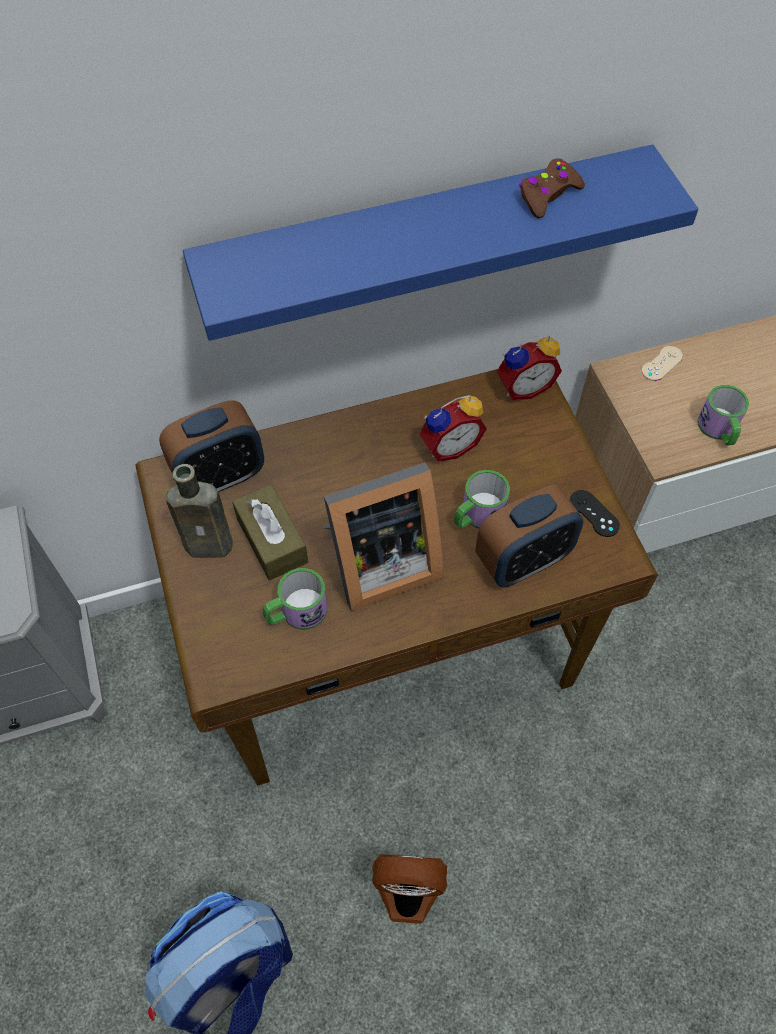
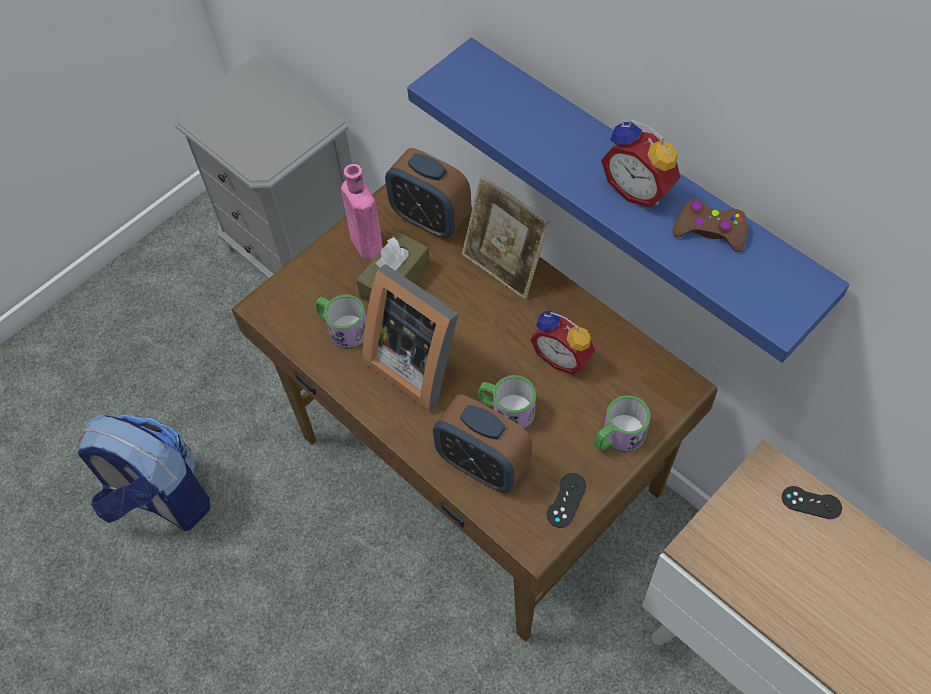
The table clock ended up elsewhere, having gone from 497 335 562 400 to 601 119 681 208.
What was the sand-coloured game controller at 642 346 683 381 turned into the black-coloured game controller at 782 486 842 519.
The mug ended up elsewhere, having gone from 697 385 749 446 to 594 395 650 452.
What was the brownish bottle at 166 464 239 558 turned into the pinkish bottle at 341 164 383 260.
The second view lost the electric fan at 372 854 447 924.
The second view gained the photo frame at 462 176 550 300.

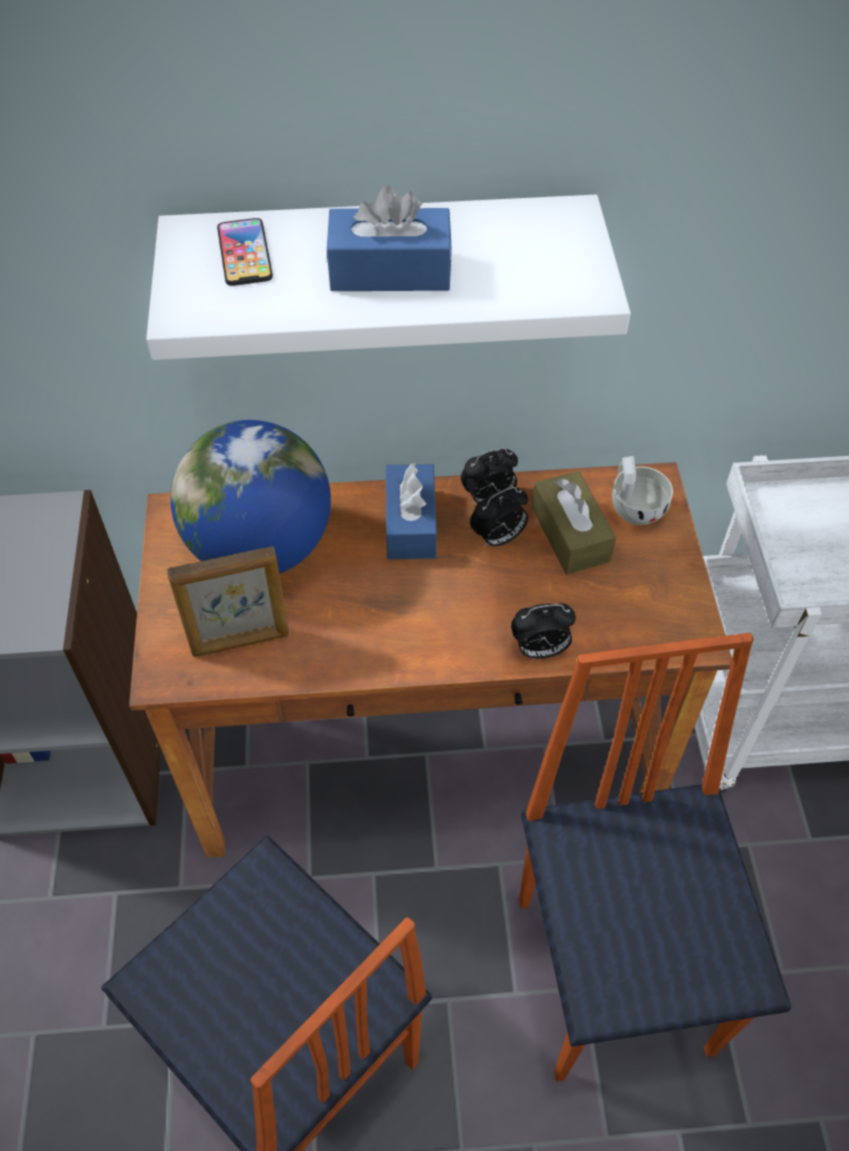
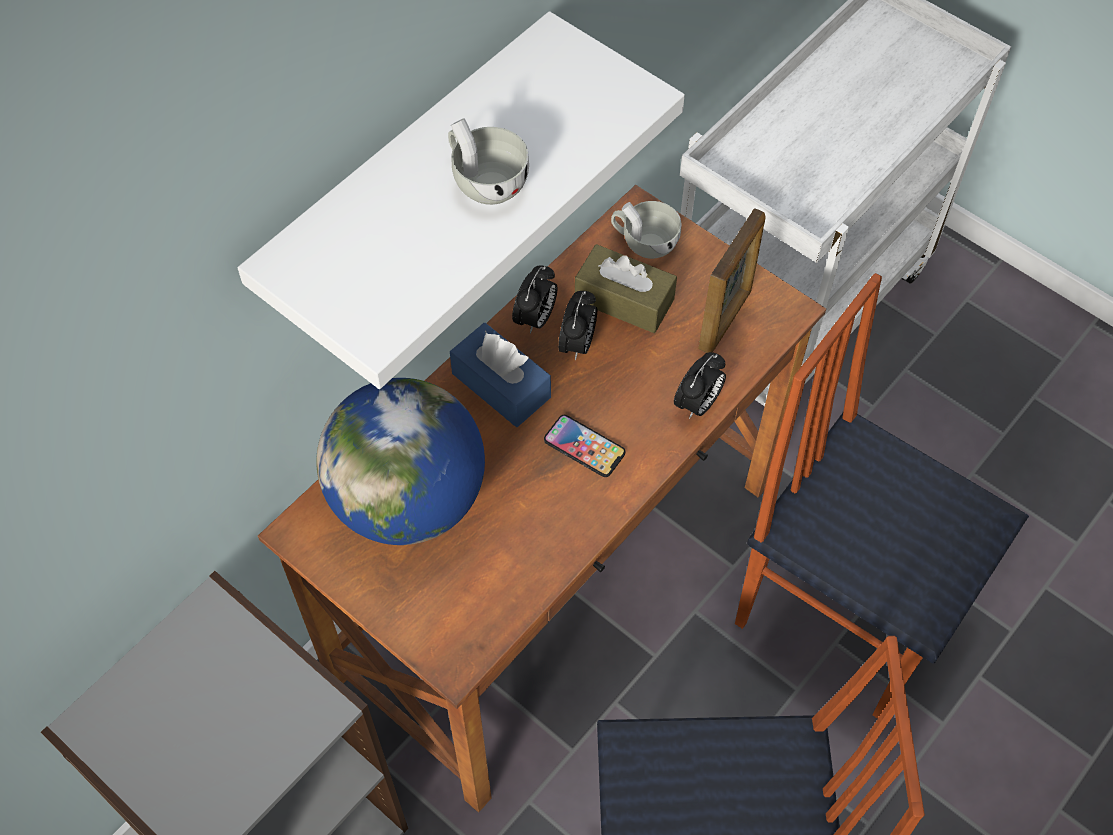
Where the bluish box of tissues stood at 327 185 452 291, the white cup came to stand at 448 118 529 205.
The telephone ended up elsewhere, having gone from 217 218 273 286 to 544 415 625 477.
The photo frame ended up elsewhere, having gone from 167 546 289 657 to 698 208 766 353.

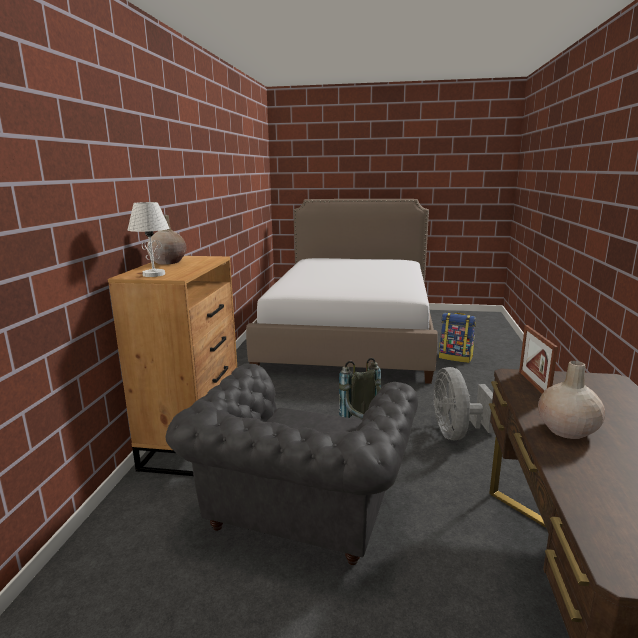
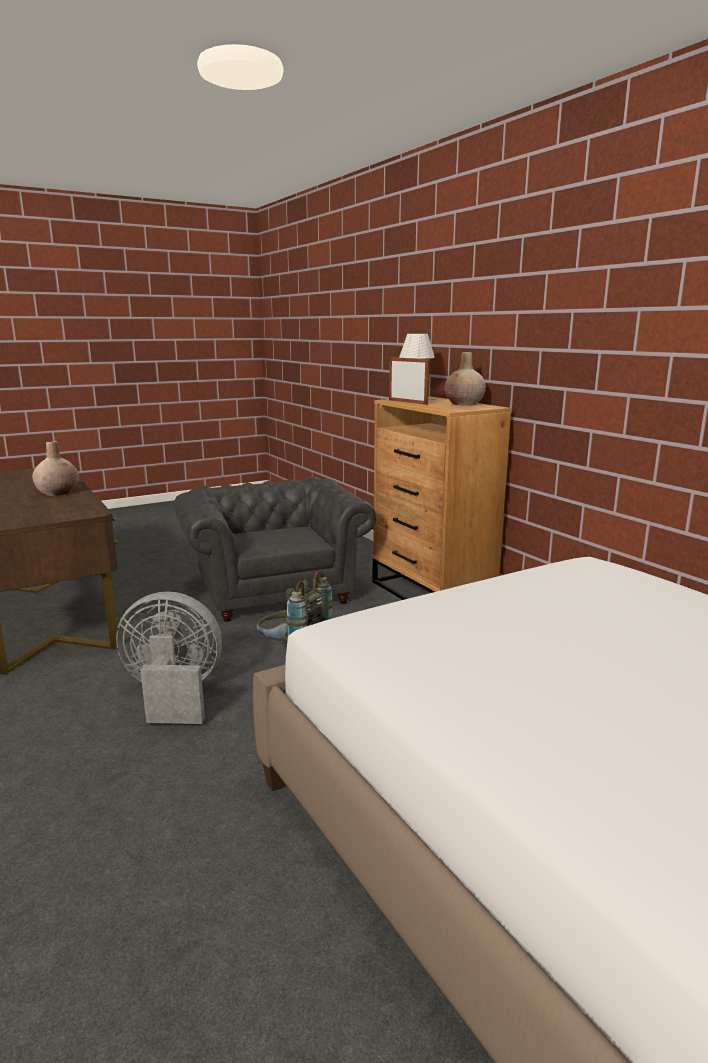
The second view lost the knapsack at 439 313 476 363.
The photo frame ended up elsewhere, having gone from 519 325 558 393 to 389 357 430 405.
The grey electric fan at 433 367 494 440 ended up facing another way, 45 degrees counterclockwise from before.

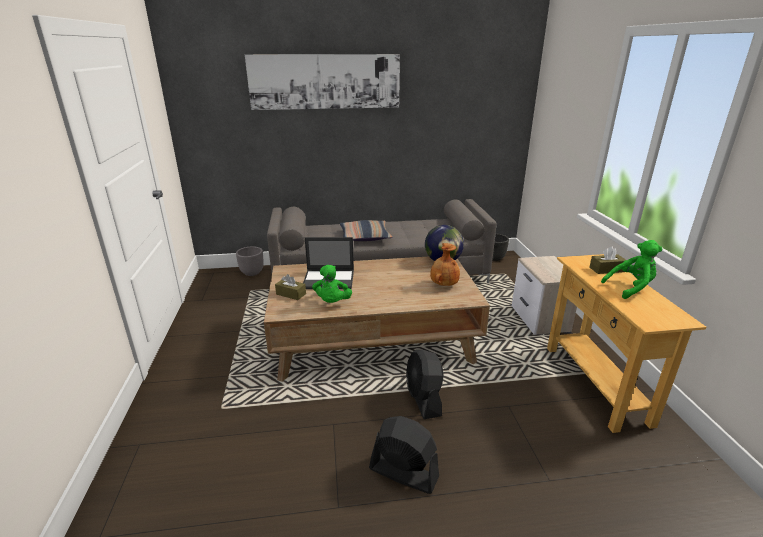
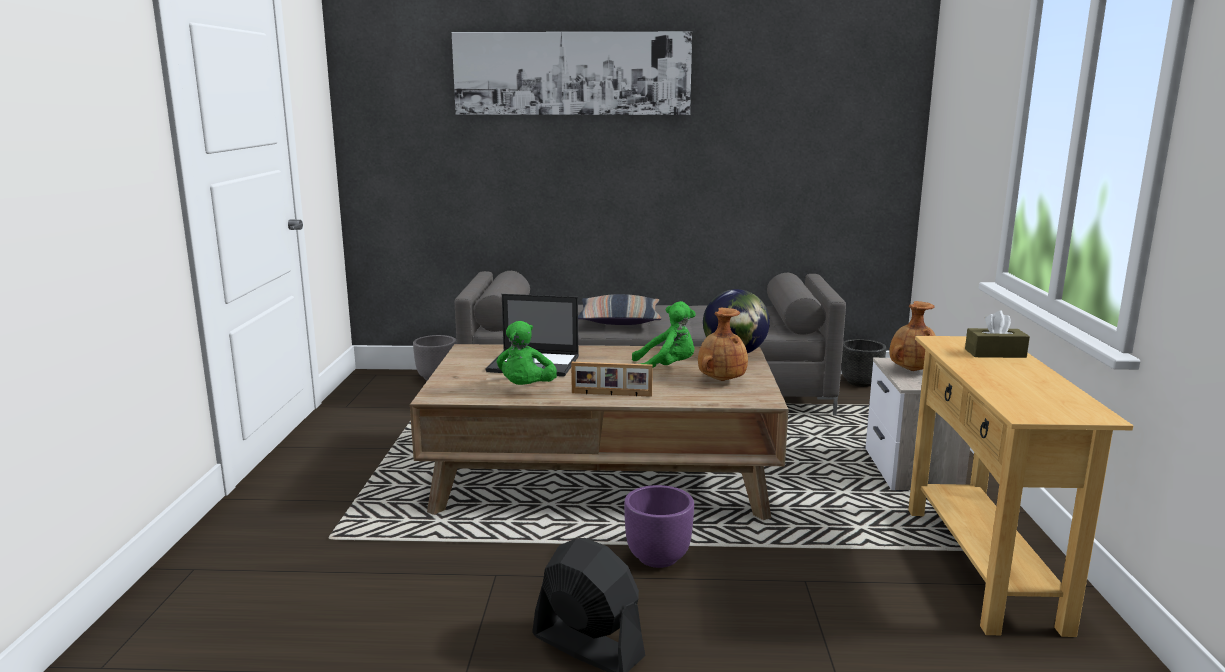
The green soft toy ended up elsewhere, having gone from 601 240 663 299 to 632 301 696 367.
The second view lost the brownish box of tissues at 275 274 306 300.
Where the black-coloured electric fan stood at 406 350 444 419, the purple-coloured plant pot came to stand at 624 485 694 568.
The second view gained the brownish vase at 889 301 936 371.
The second view gained the photo frame at 571 362 653 397.

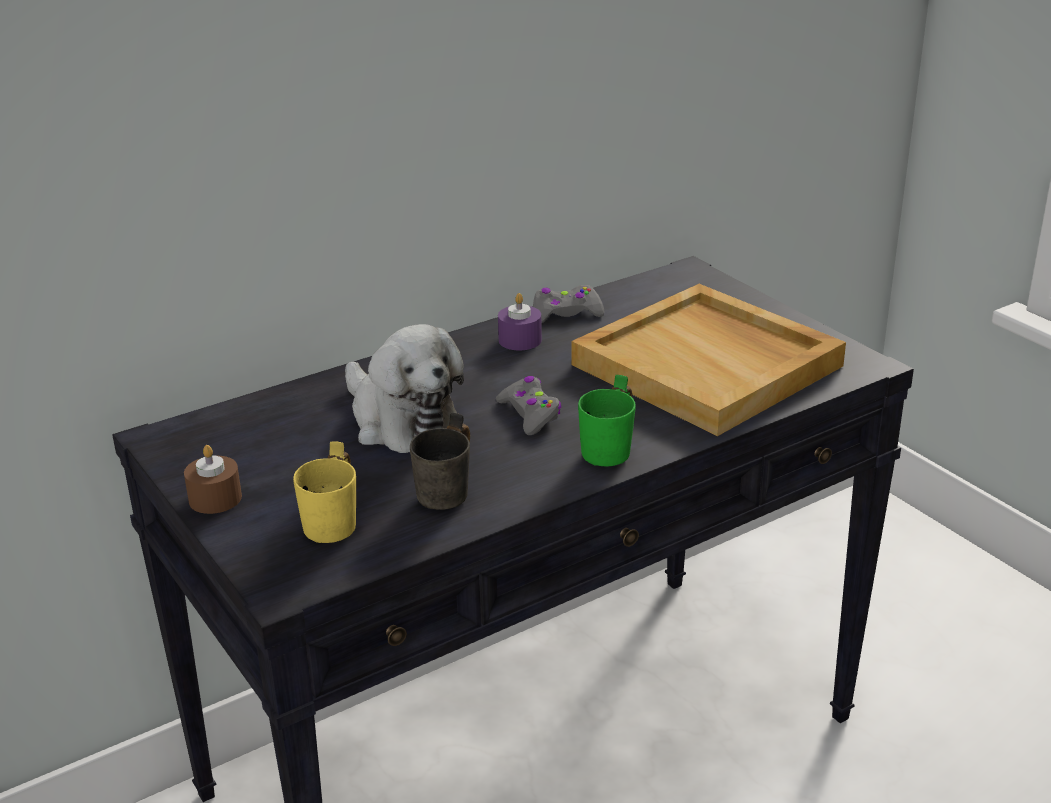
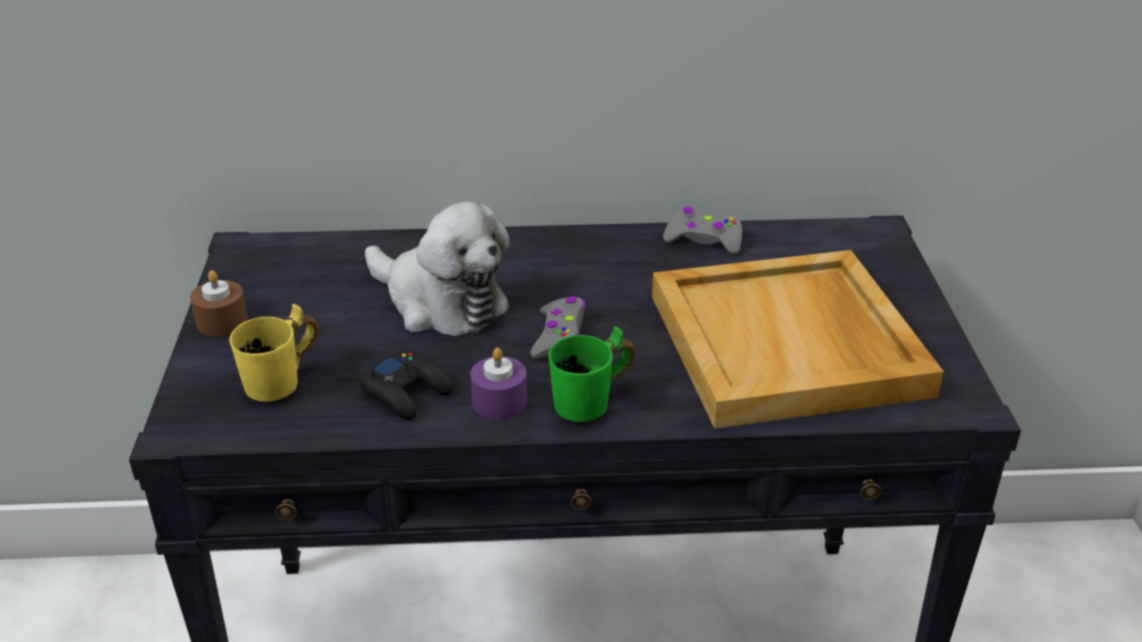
The purple-coloured wax candle ended up elsewhere, having gone from 498 293 542 350 to 470 348 527 419.
The soft toy at 345 324 464 453 ended up facing another way, 45 degrees counterclockwise from before.
Where the grey mug stood at 410 413 470 510, the black-coloured game controller came to stand at 360 351 453 420.

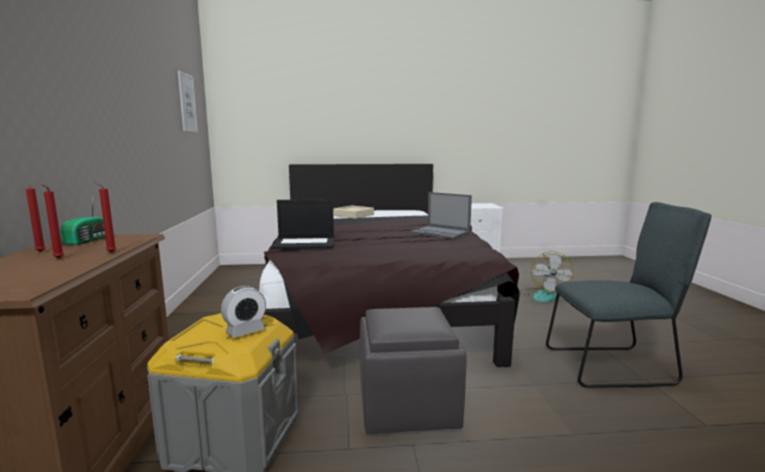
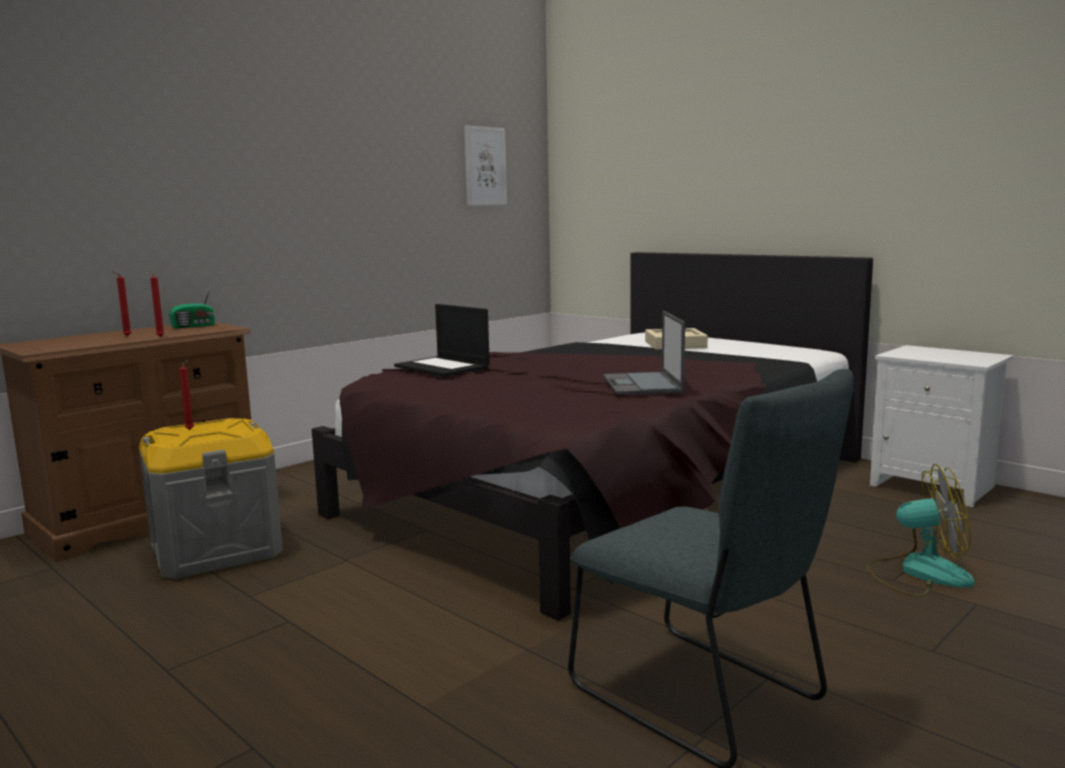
The red wax candle ended up elsewhere, having gone from 26 181 46 252 to 179 360 194 430.
The electric fan at 519 251 574 302 ended up facing another way, 135 degrees counterclockwise from before.
The second view lost the table clock at 221 286 266 338.
The second view lost the grey footrest at 360 307 467 434.

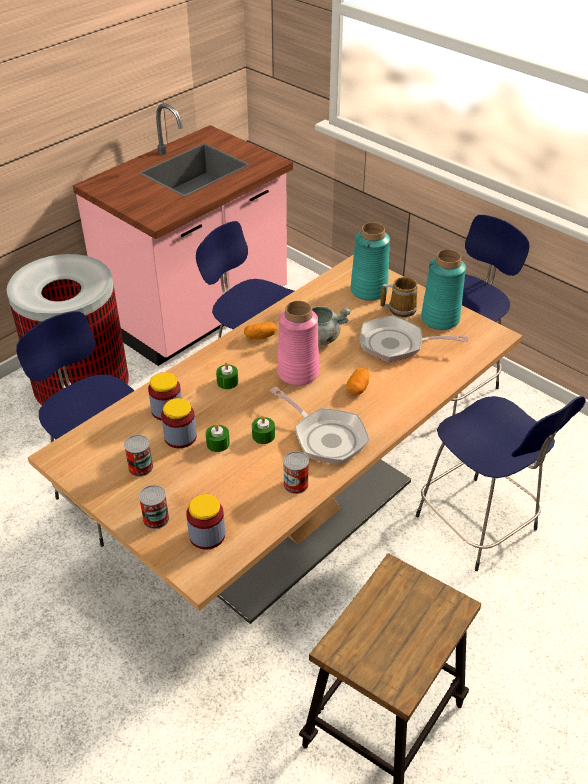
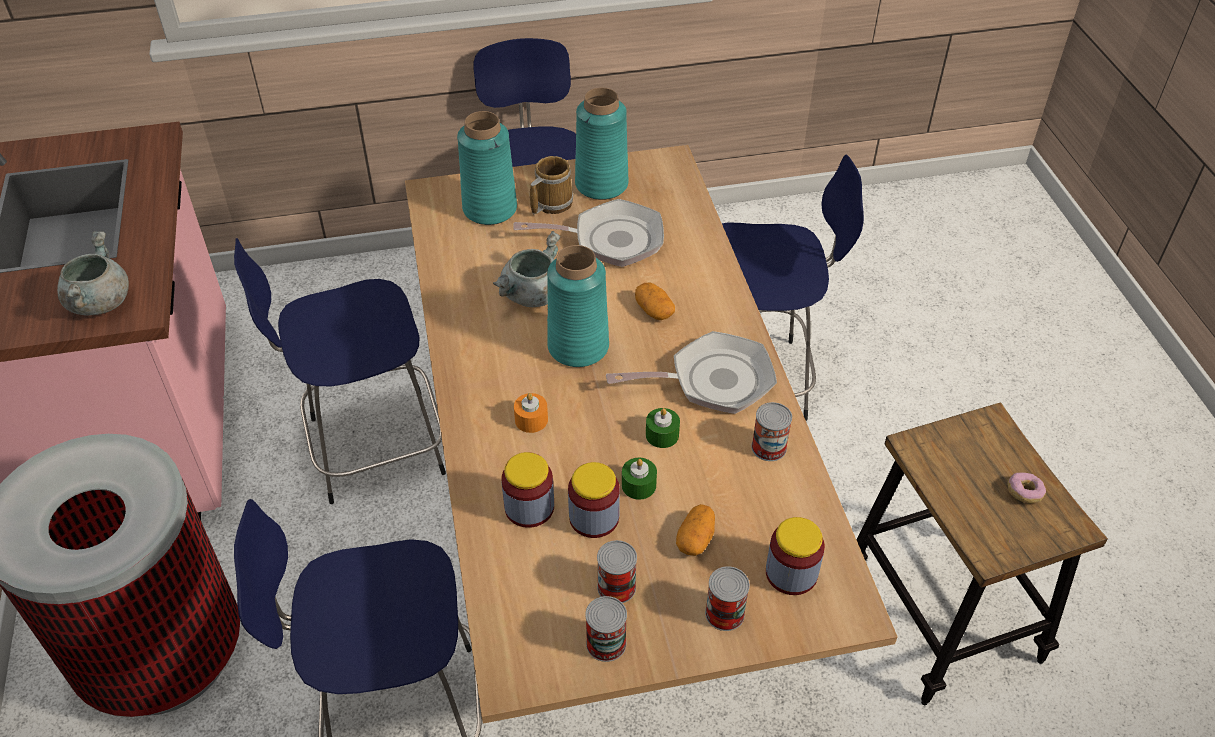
What was the pinkish vase at 277 301 319 386 turned into the blue-green vase at 547 245 609 367.
The skillet at 360 316 468 363 ended up facing another way, 135 degrees counterclockwise from before.
The spud ended up elsewhere, having gone from 244 322 277 339 to 676 504 715 556.
What was the green wax candle at 216 362 238 389 turned into the orange-coloured wax candle at 514 393 548 433.
The second view gained the grey stockpot at 57 231 129 316.
The second view gained the donut at 1008 472 1046 504.
The second view gained the sealed can at 585 596 627 662.

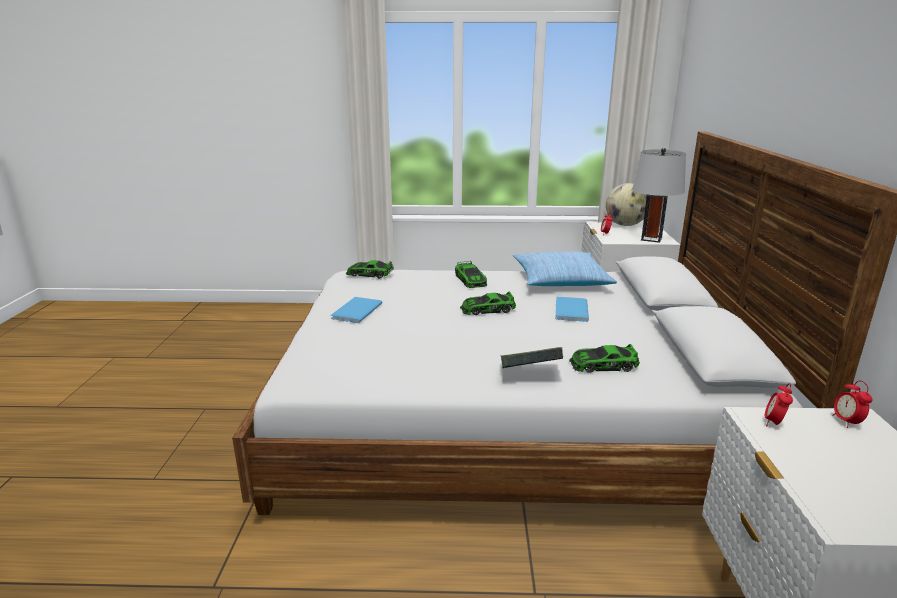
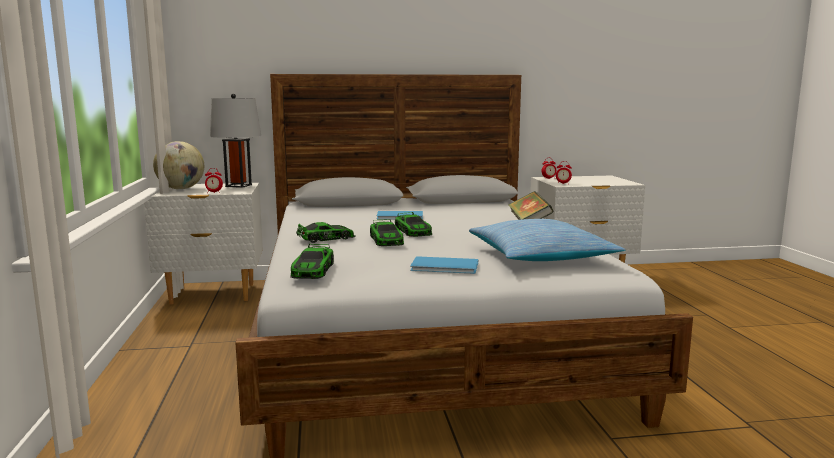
The pillow ended up elsewhere, having gone from 513 251 617 286 to 469 219 625 261.
The toy car ended up elsewhere, having gone from 569 344 640 373 to 370 219 404 246.

